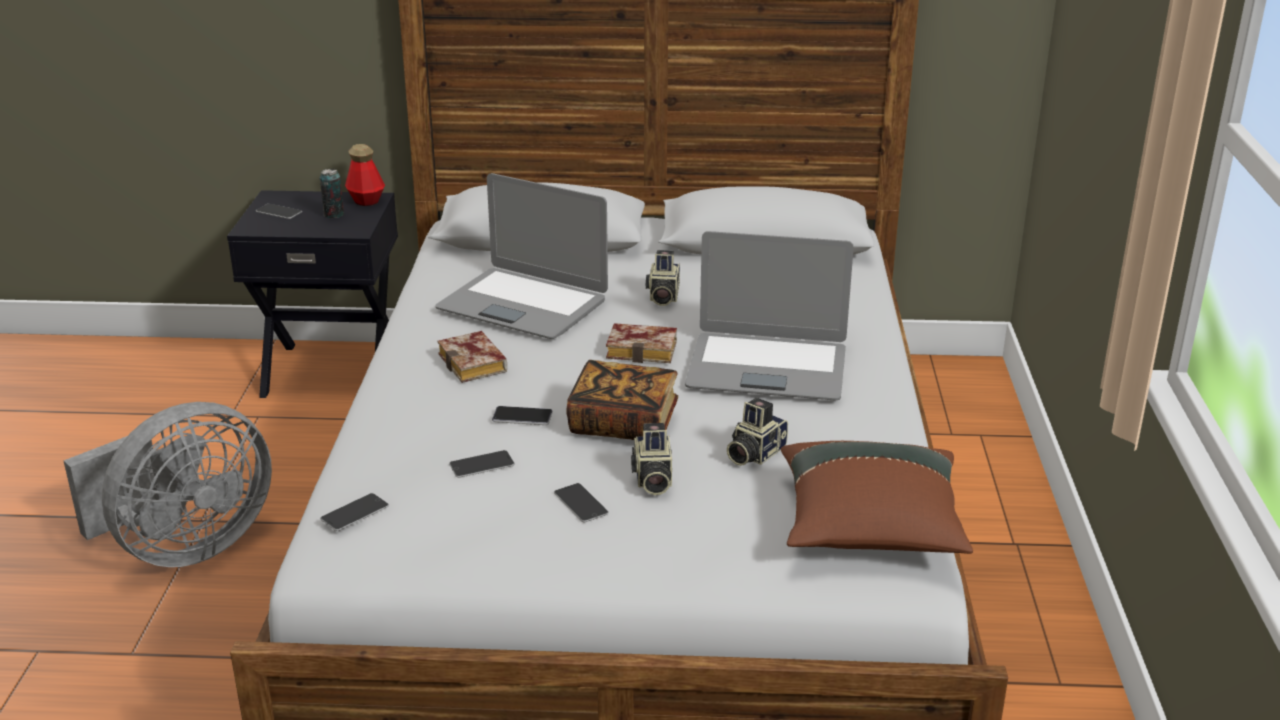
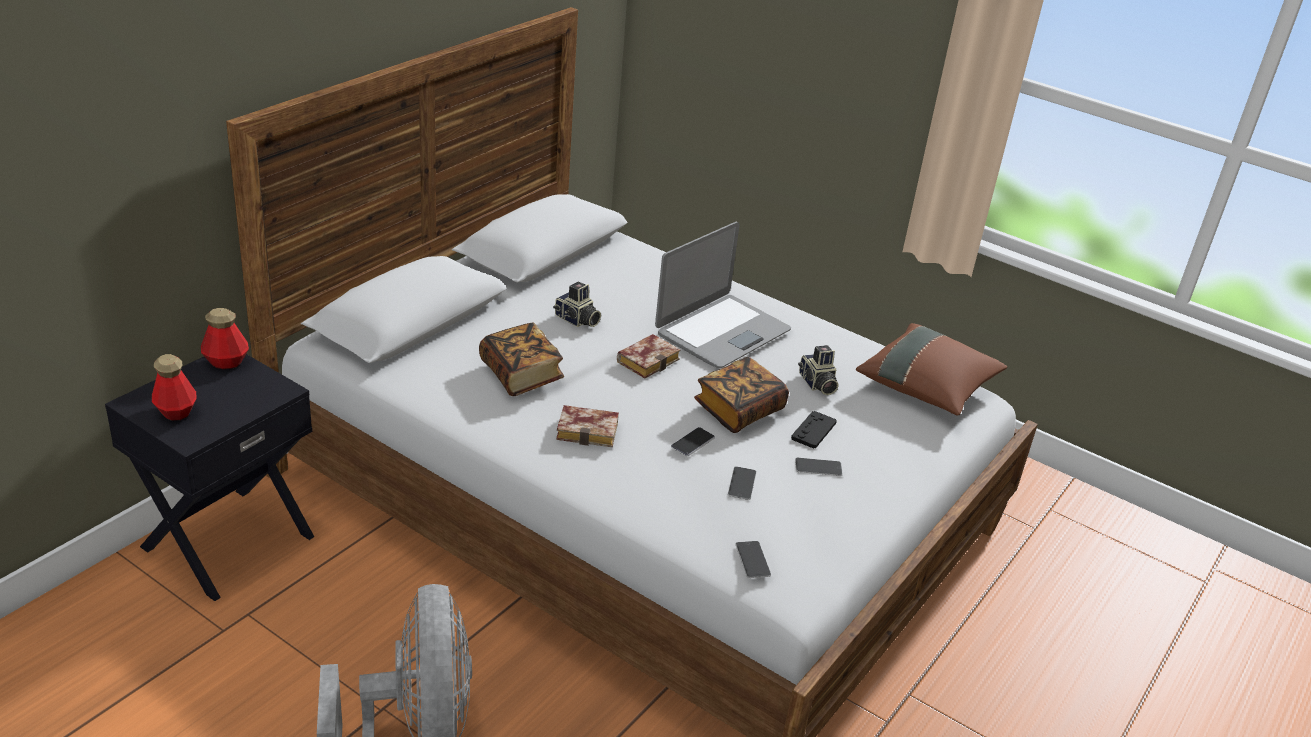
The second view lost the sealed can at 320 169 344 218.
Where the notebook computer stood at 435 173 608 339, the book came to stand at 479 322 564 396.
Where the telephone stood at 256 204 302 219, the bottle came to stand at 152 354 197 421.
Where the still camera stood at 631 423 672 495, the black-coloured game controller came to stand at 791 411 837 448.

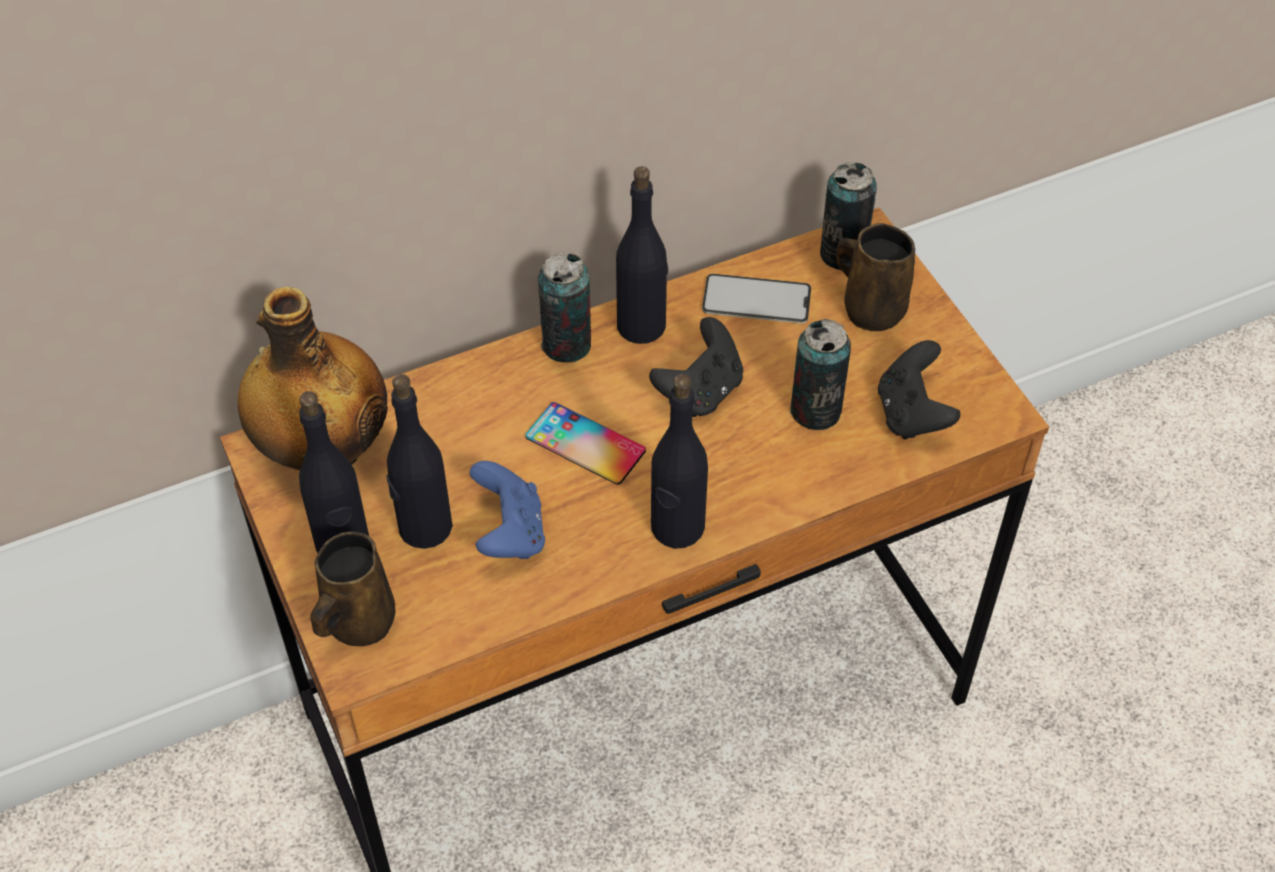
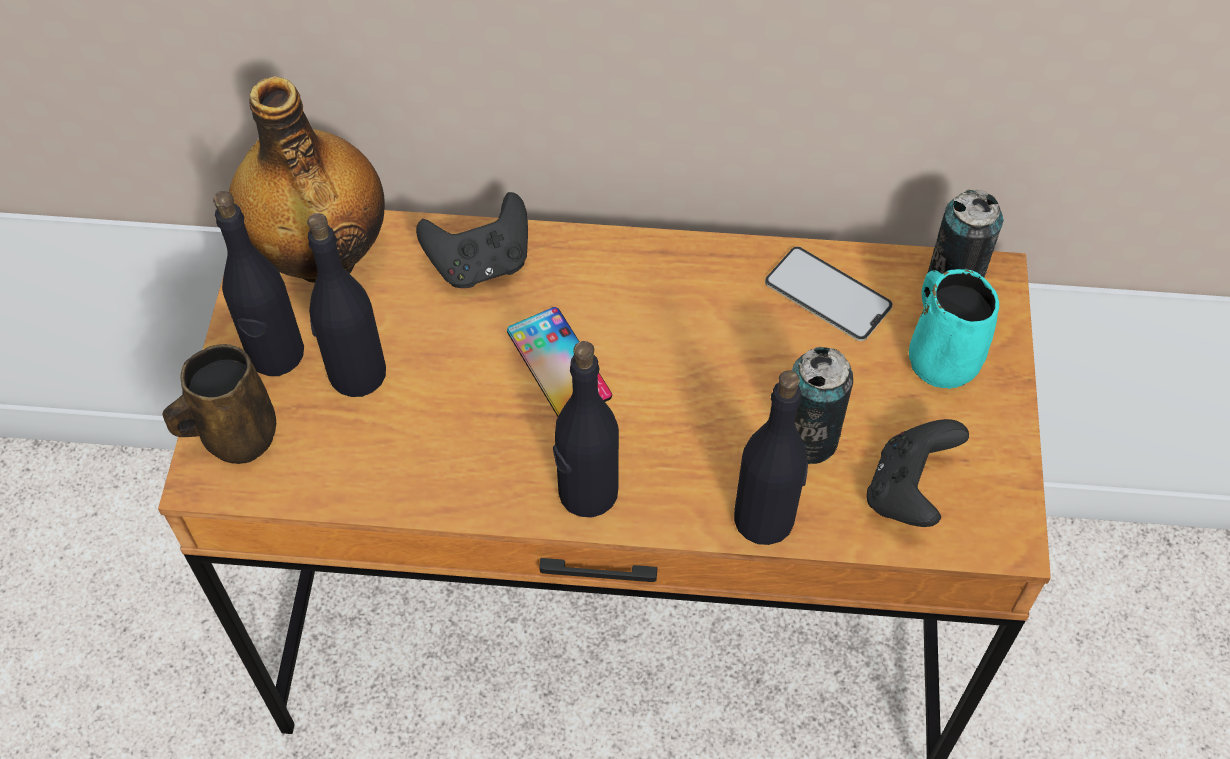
The black-coloured bottle ended up elsewhere, having gone from 616 166 668 344 to 734 370 808 545.
What was the brownish mug at 836 223 915 331 turned into the blue-green mug at 909 269 999 389.
The second view lost the sealed can at 538 253 591 363.
The black-coloured game controller ended up elsewhere, having gone from 649 317 743 417 to 416 192 528 288.
The second view lost the bluish game controller at 469 461 545 559.

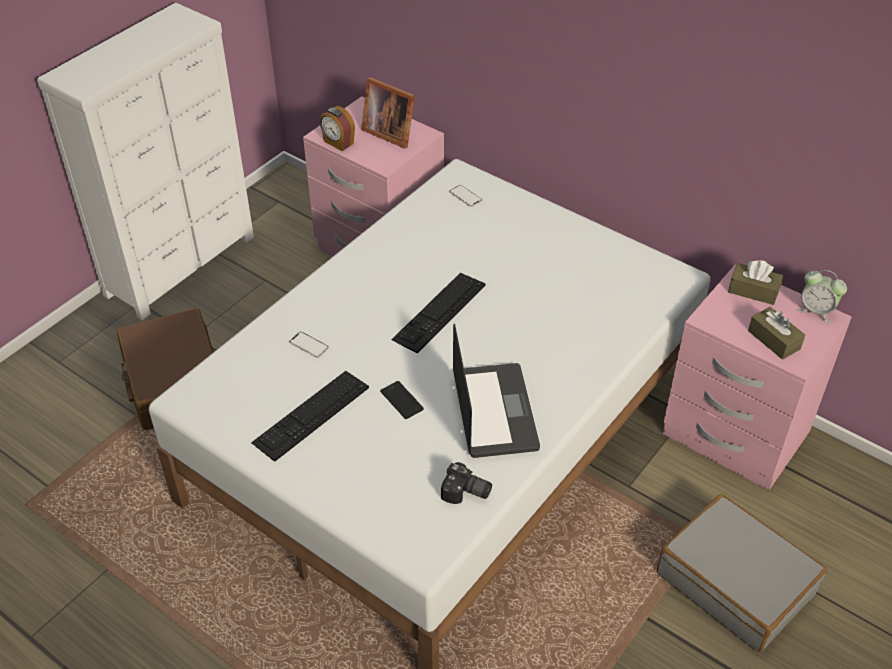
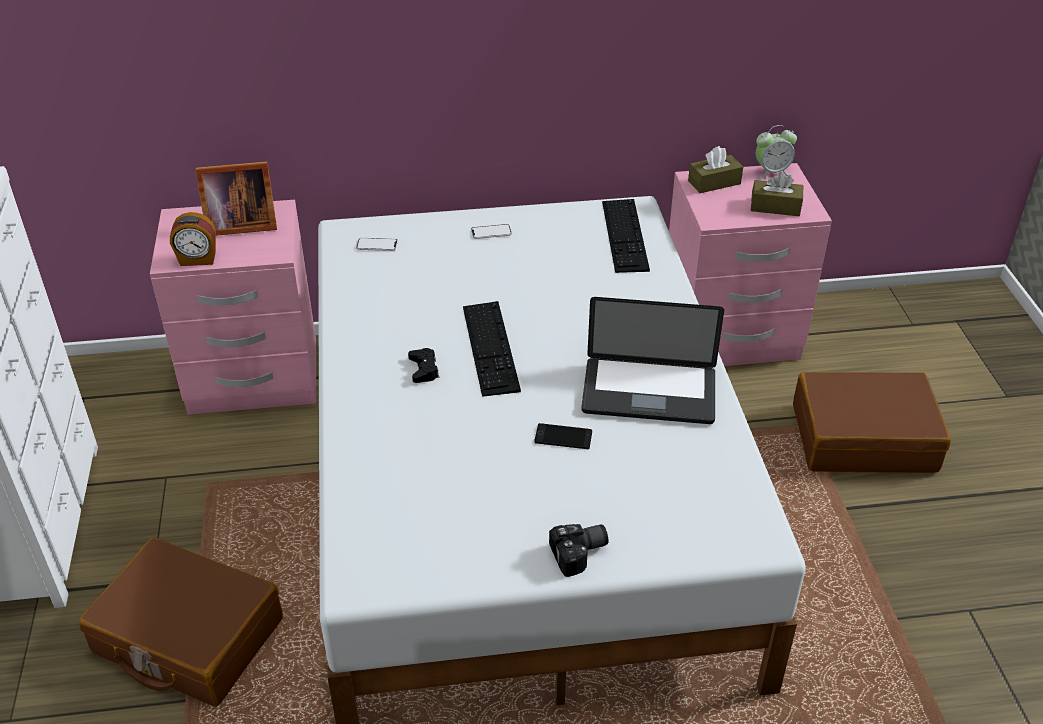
The notebook computer at 453 323 540 458 ended up facing another way, 150 degrees clockwise from before.
The telephone ended up elsewhere, having gone from 289 332 329 358 to 471 224 512 239.
The PC keyboard ended up elsewhere, having gone from 251 371 369 462 to 602 199 650 273.
The still camera ended up elsewhere, having gone from 441 462 492 504 to 549 524 608 577.
What was the grey suitcase at 657 494 827 652 turned into the brownish suitcase at 793 372 951 473.
The second view gained the black-coloured game controller at 408 348 439 383.

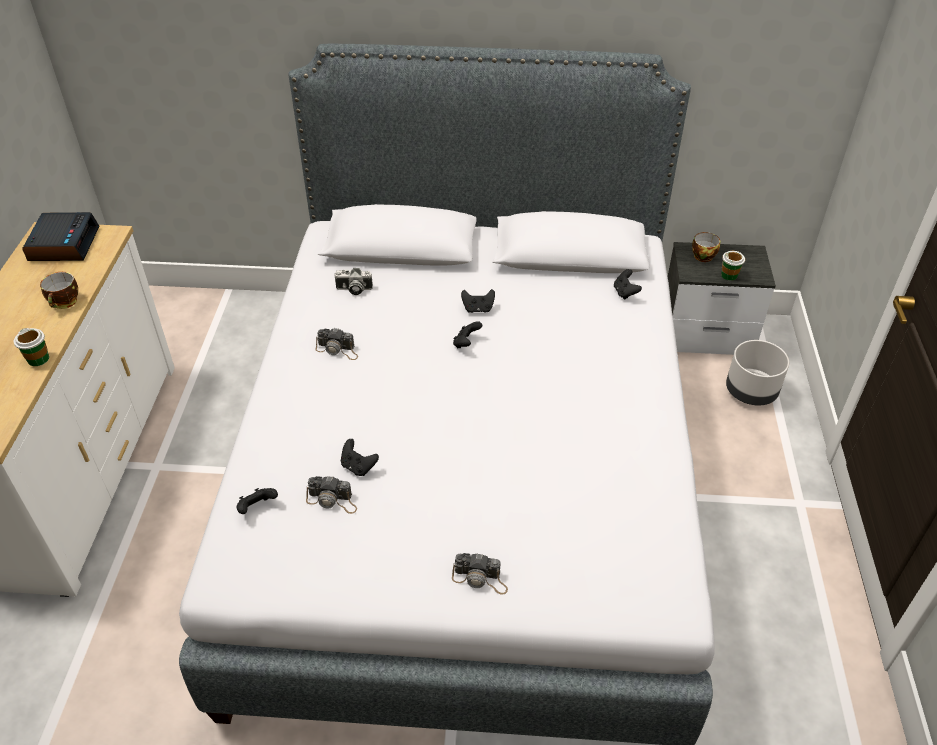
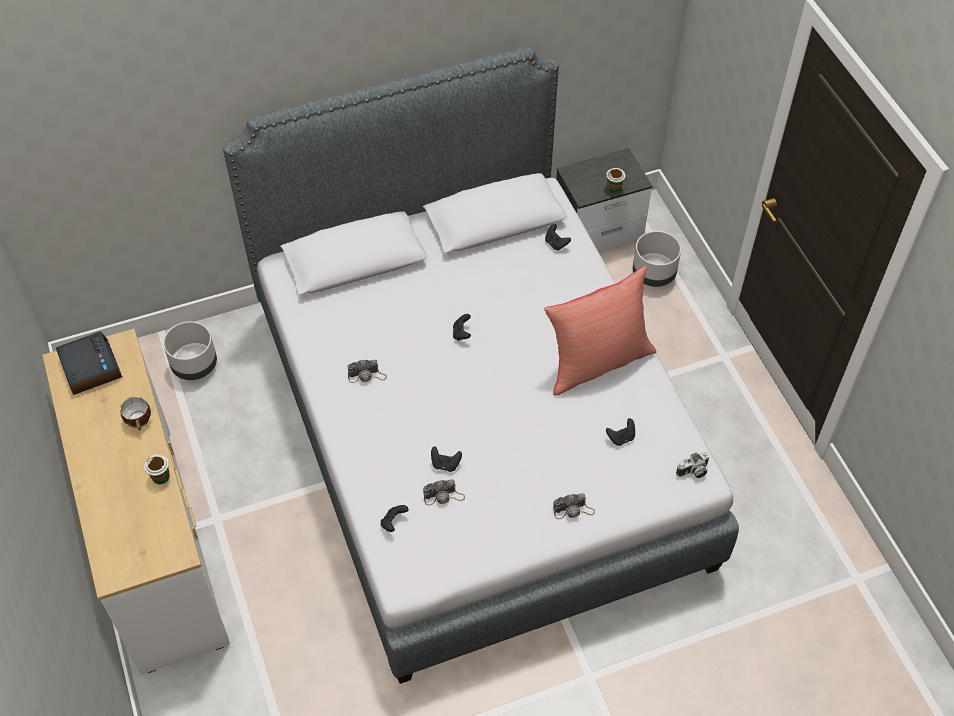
The second view lost the cup at 692 232 720 262.
The still camera ended up elsewhere, having gone from 334 268 373 295 to 676 452 710 478.
The black-coloured game controller ended up elsewhere, having gone from 461 289 495 313 to 606 418 635 446.
The second view gained the red pillow at 544 266 657 396.
The second view gained the grey plant pot at 163 321 217 380.

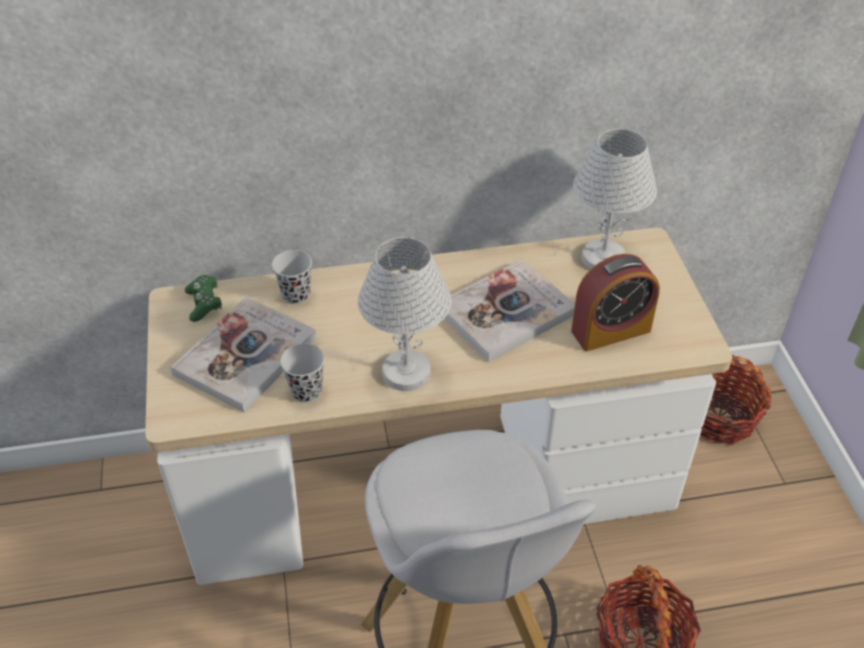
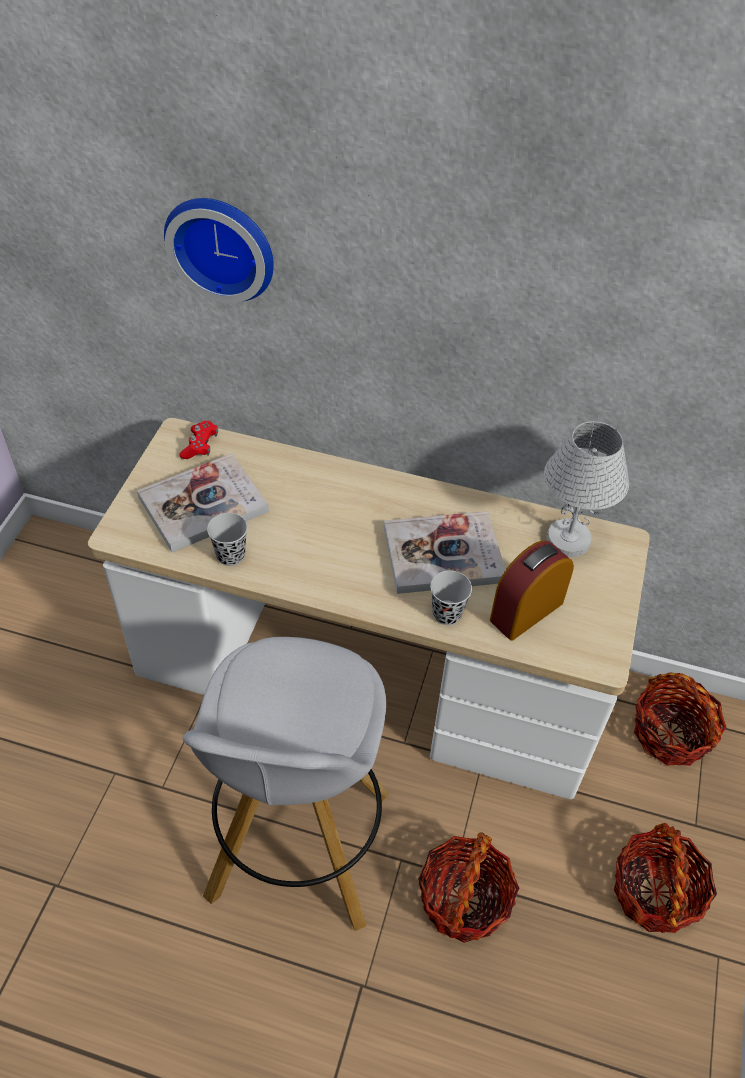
The second view lost the white tabletop lamp at 358 237 452 391.
The black-coloured cup ended up elsewhere, having gone from 272 250 312 304 to 430 571 472 625.
The table clock at 571 254 660 351 ended up facing another way, 135 degrees clockwise from before.
What was the green game controller at 185 275 222 322 turned into the red game controller at 179 421 218 459.
The second view gained the wall clock at 164 198 274 303.
The second view gained the basket at 614 823 717 933.

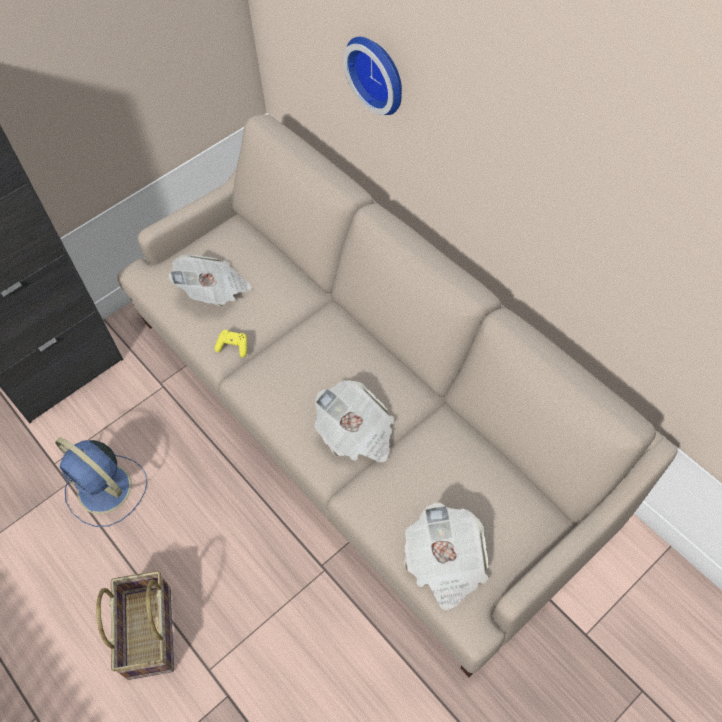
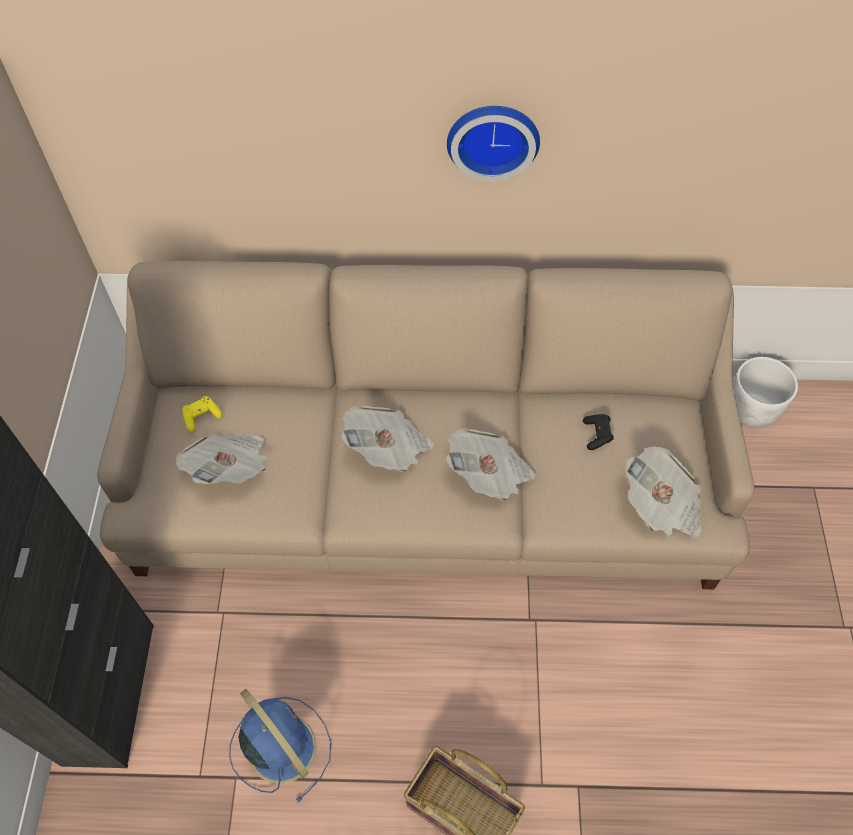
The wall clock ended up elsewhere, having gone from 343 37 402 115 to 447 106 540 181.
The yellow game controller ended up elsewhere, having gone from 214 330 247 358 to 182 396 223 432.
The bluish electric fan at 55 437 147 527 ended up facing another way, 120 degrees counterclockwise from before.
The second view gained the white plant pot at 733 357 798 428.
The second view gained the daily paper at 340 405 434 472.
The second view gained the black-coloured game controller at 583 414 614 450.

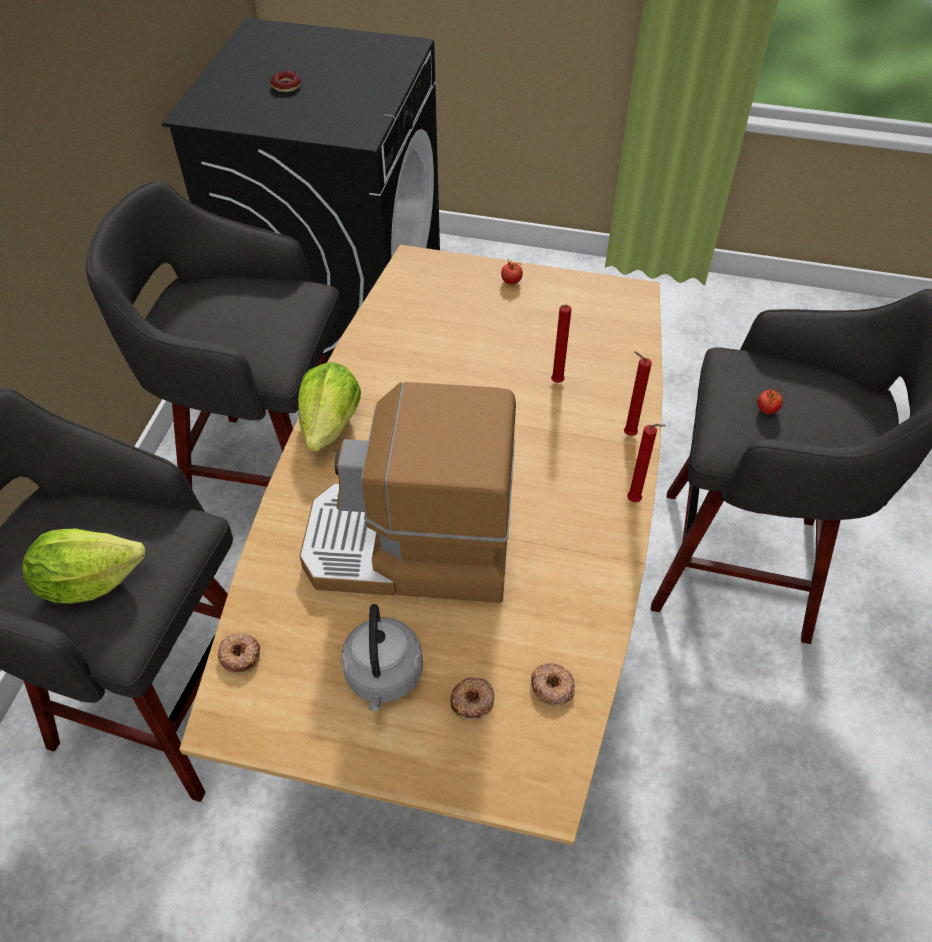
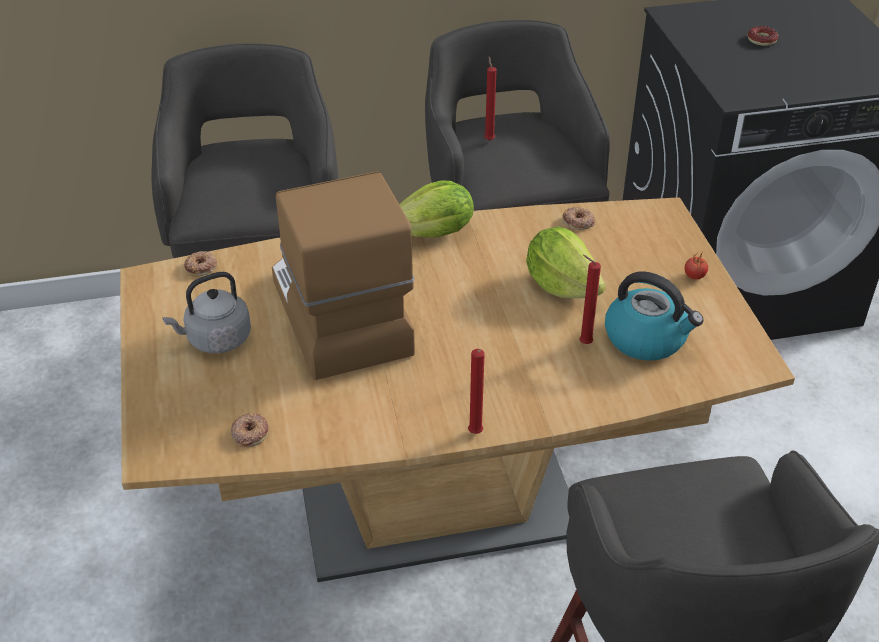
The red wax candle ended up elsewhere, having gone from 624 351 652 436 to 484 56 497 141.
The second view lost the fresh tomato at 757 388 783 414.
The lettuce head ended up elsewhere, having gone from 22 529 145 604 to 526 226 606 298.
The donut ended up elsewhere, having gone from 450 678 494 720 to 562 207 596 230.
The second view gained the water kettle at 605 271 704 361.

